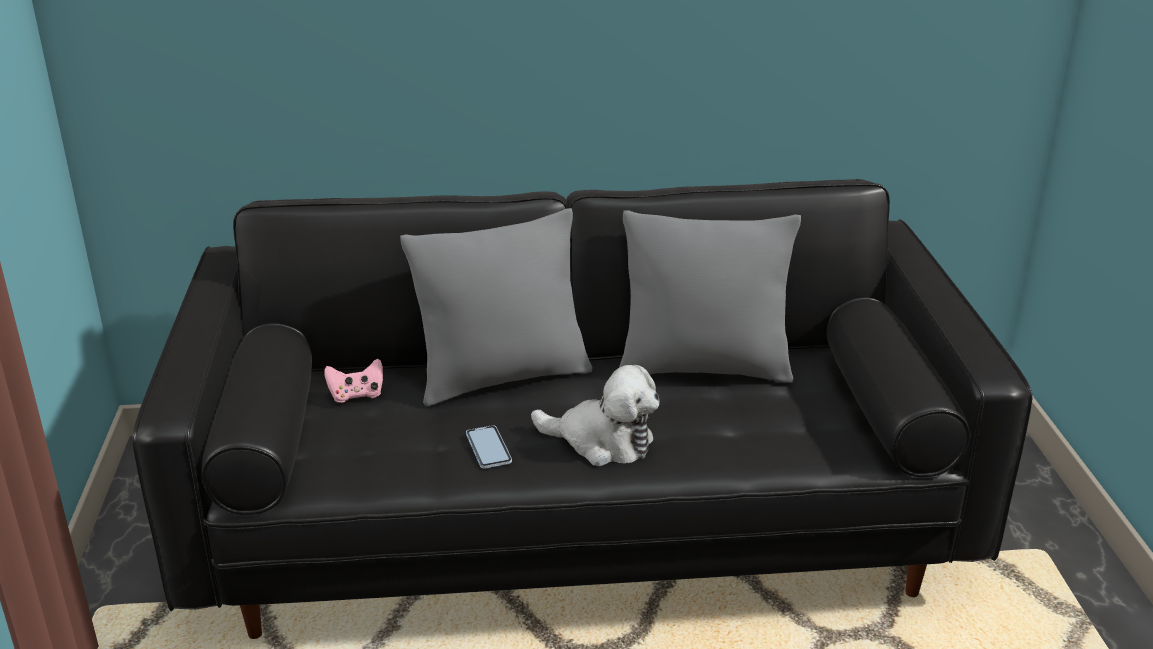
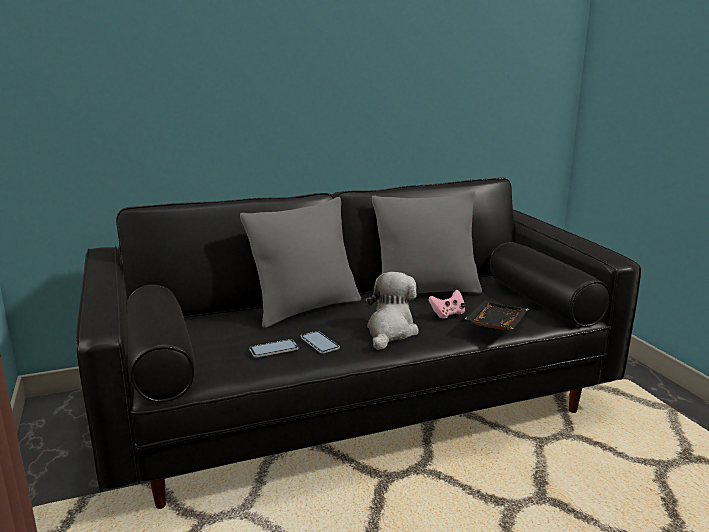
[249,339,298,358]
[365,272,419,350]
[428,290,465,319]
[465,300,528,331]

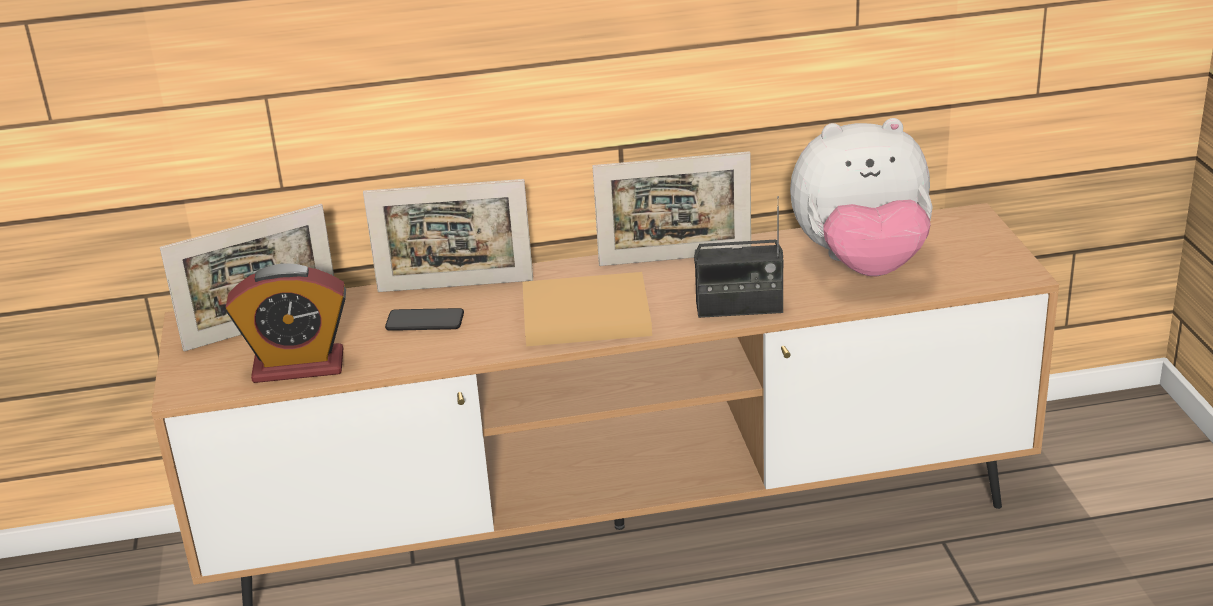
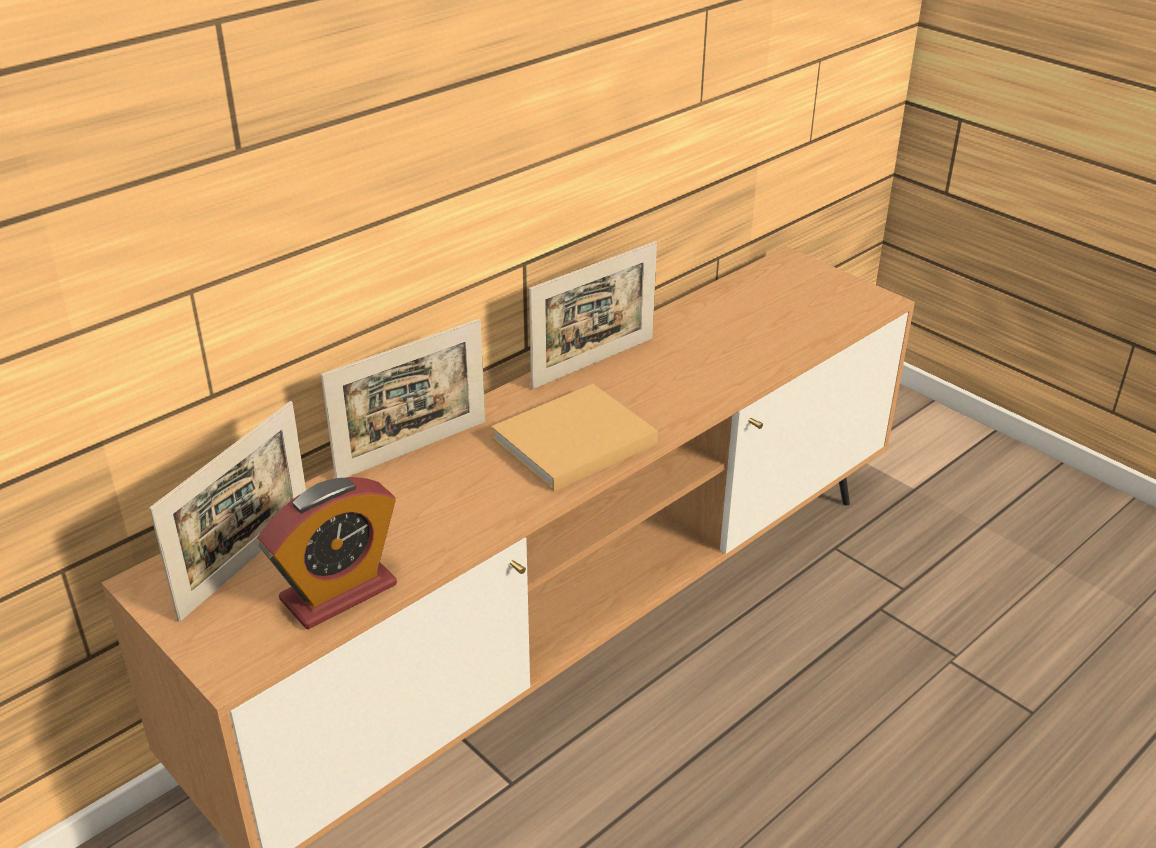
[385,308,464,331] (first image)
[694,196,783,318] (first image)
[790,118,933,276] (first image)

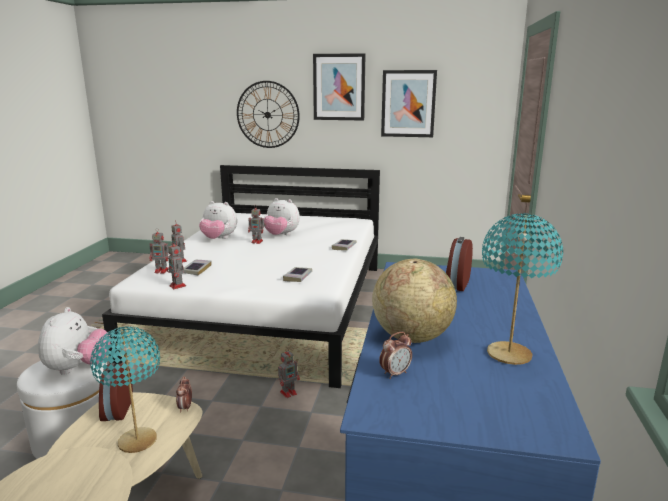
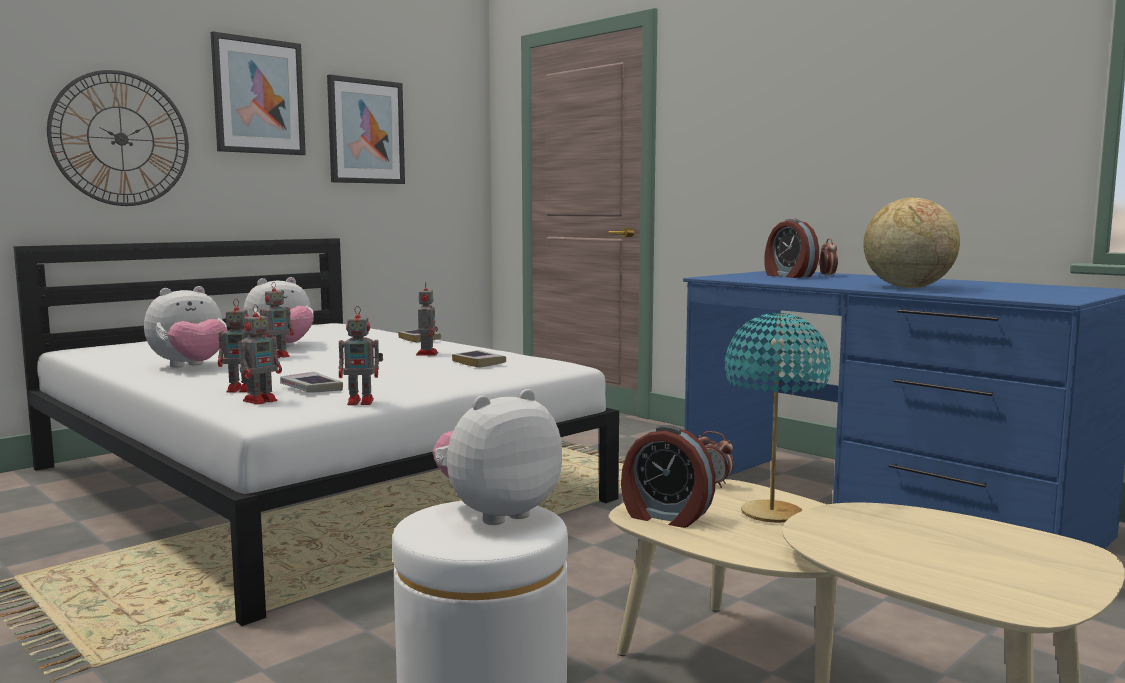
[416,282,438,356]
[433,389,562,525]
[820,238,838,277]
[482,213,563,365] (first image)

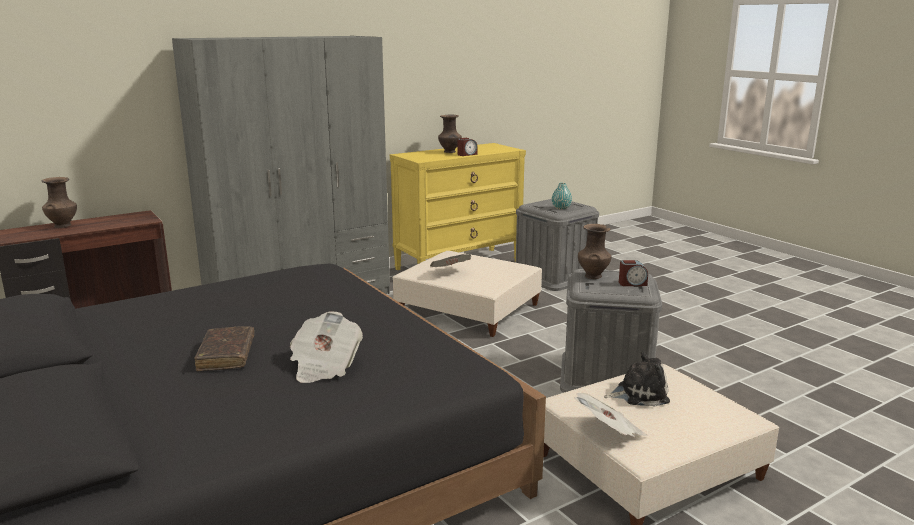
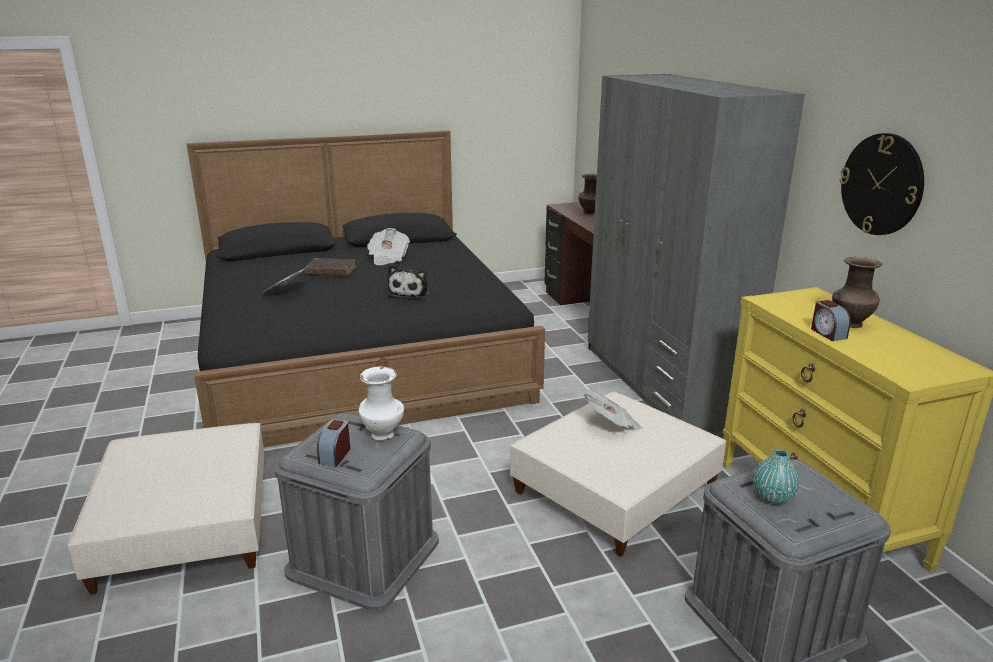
[359,366,404,441]
[367,228,410,265]
[388,264,429,299]
[840,133,924,235]

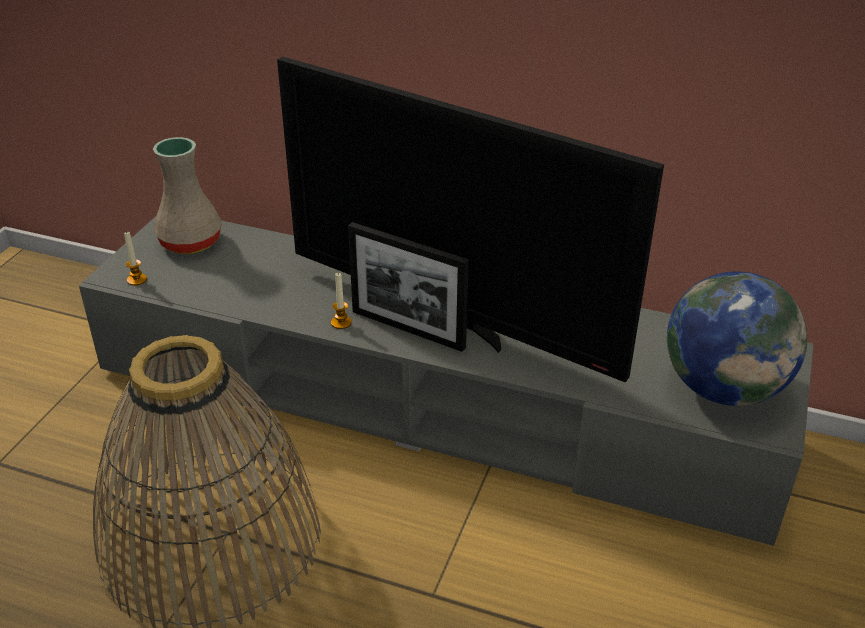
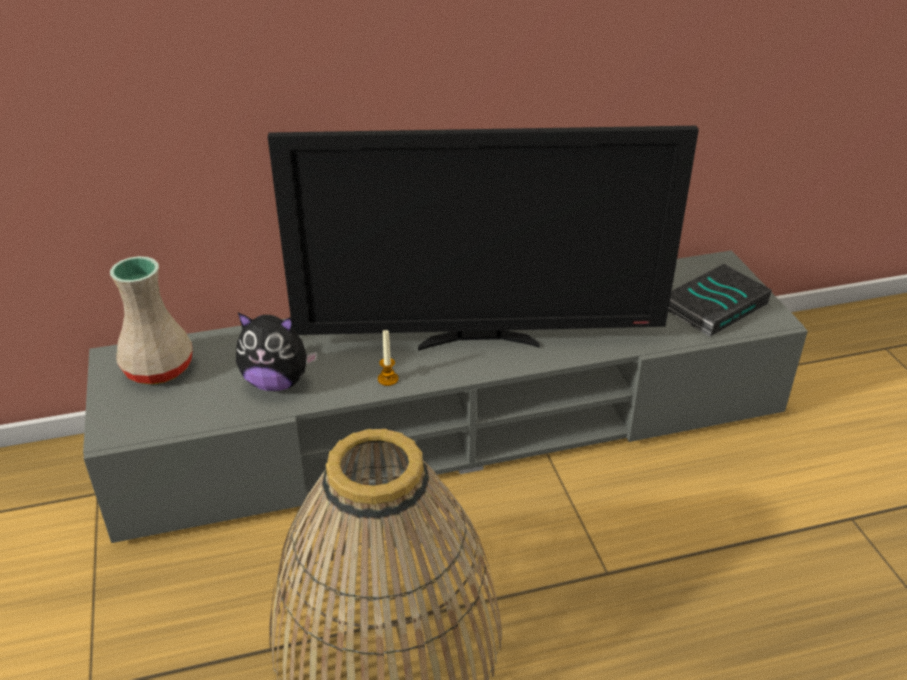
[236,313,318,391]
[668,264,772,337]
[124,231,147,286] (first image)
[348,222,469,352] (first image)

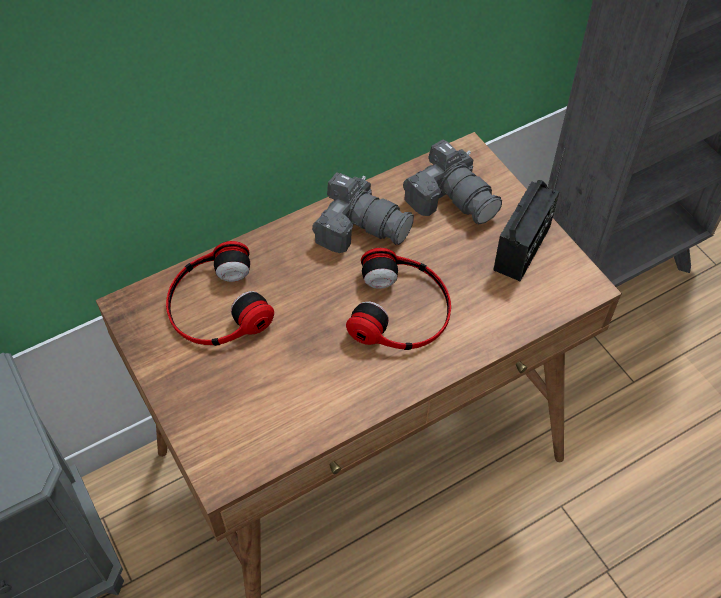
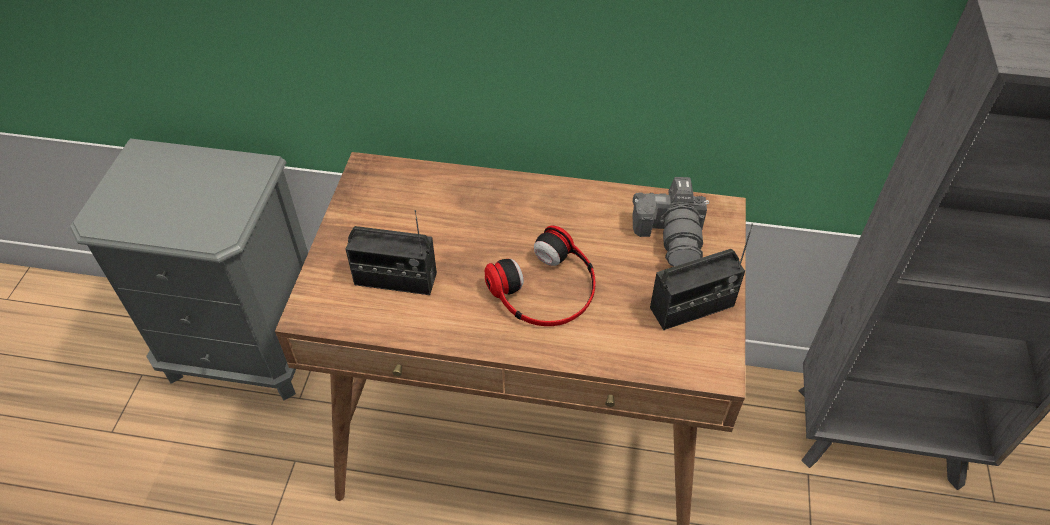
[346,210,437,295]
[166,241,274,346] (first image)
[312,173,414,253] (first image)

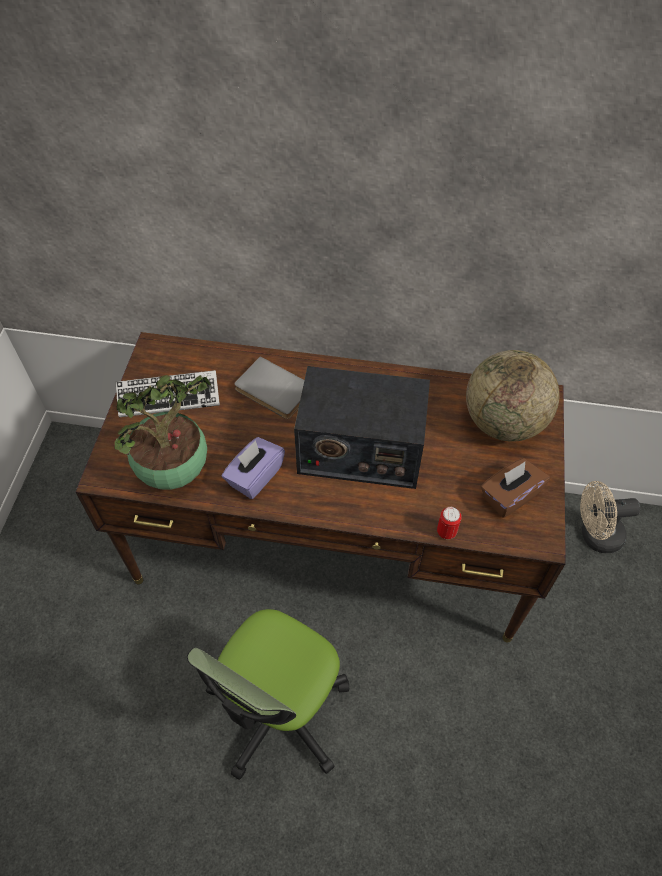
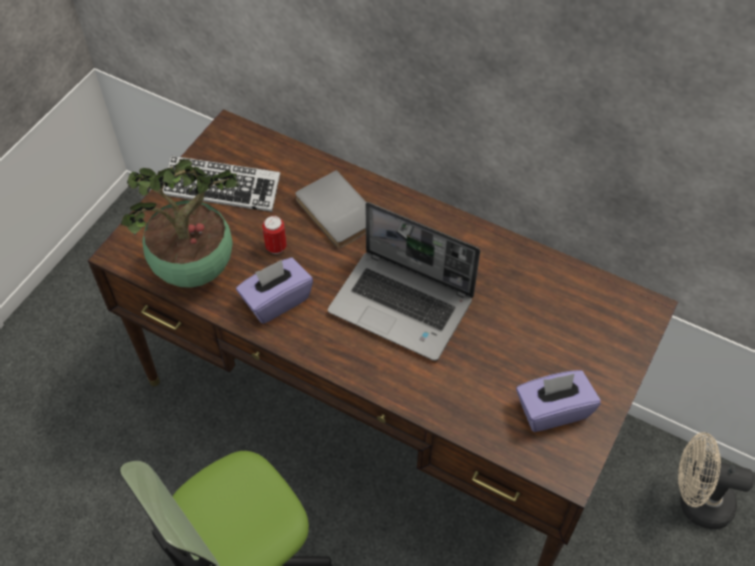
[262,216,287,254]
[328,202,480,361]
[516,370,601,432]
[466,350,560,442] (first image)

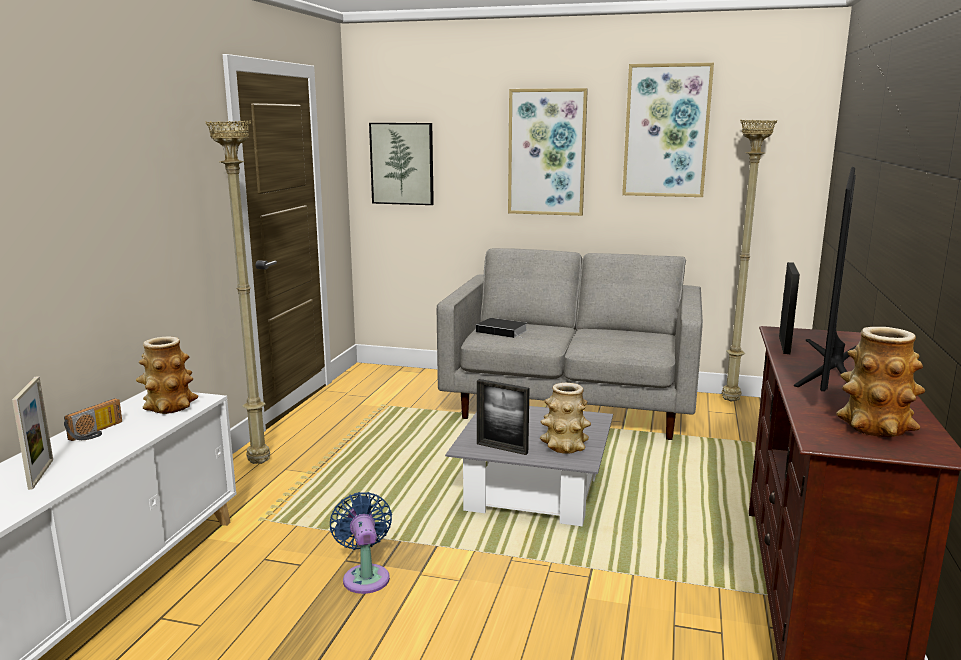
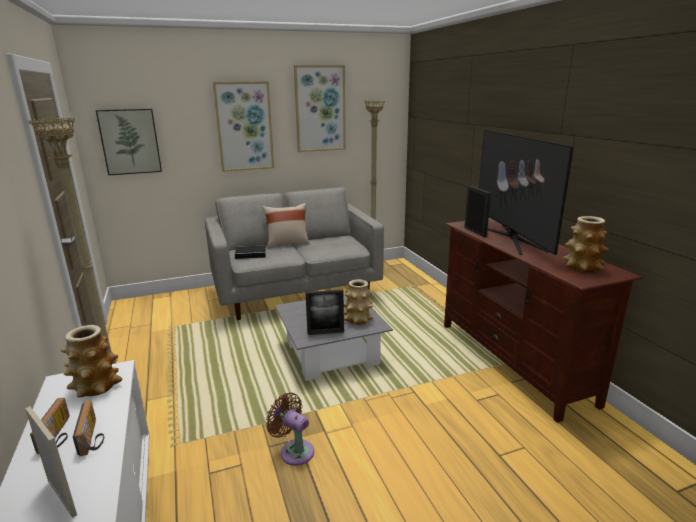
[73,400,104,456]
[262,203,309,248]
[266,393,314,466]

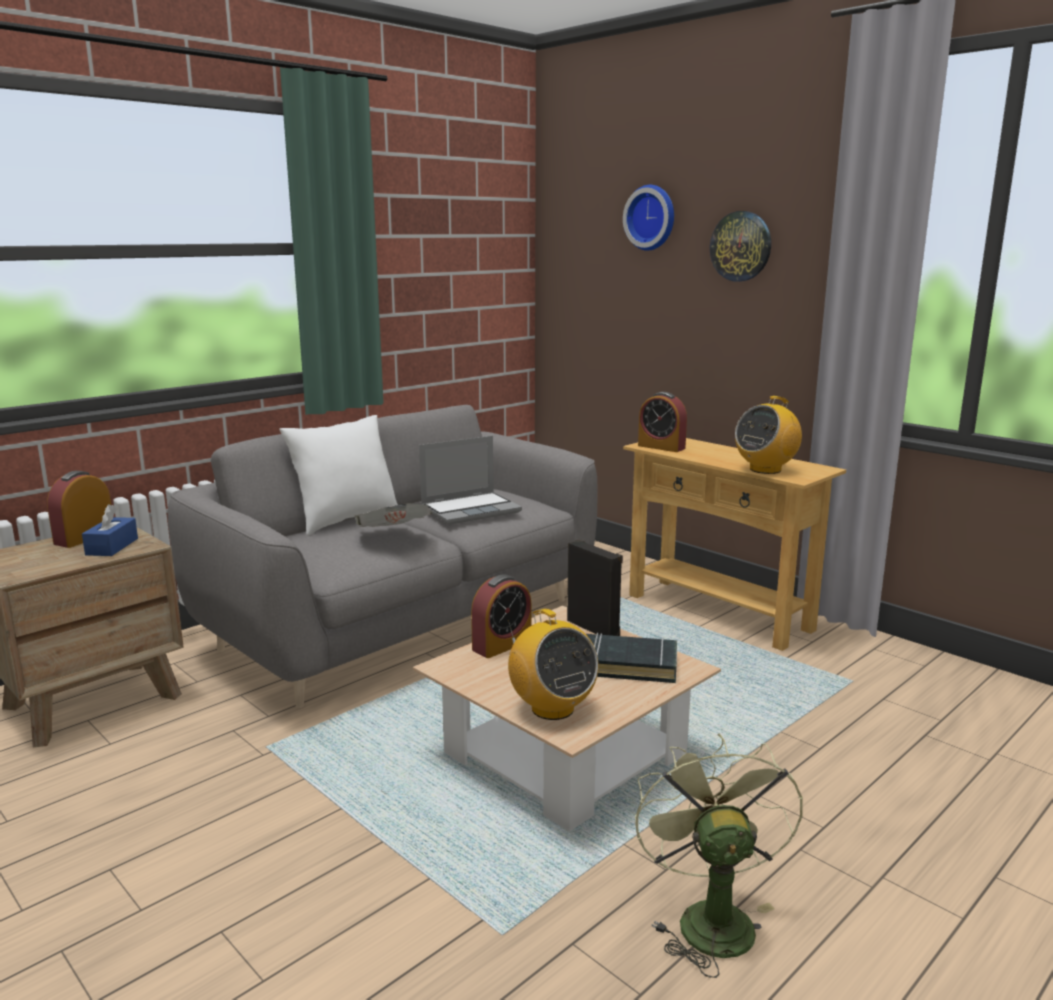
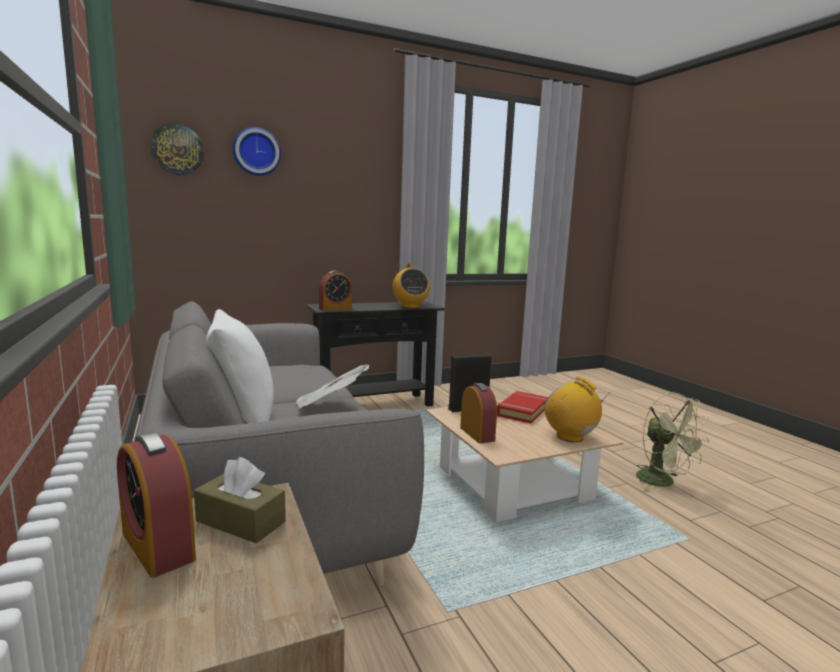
[150,123,204,175]
[194,457,286,544]
[306,301,445,407]
[497,391,548,424]
[544,377,610,442]
[636,392,709,491]
[419,436,522,525] (first image)

